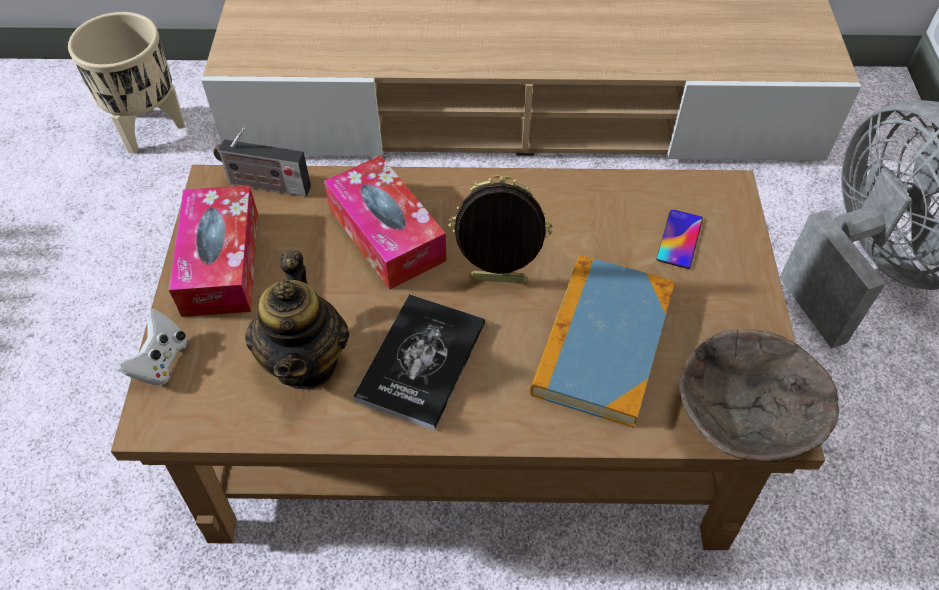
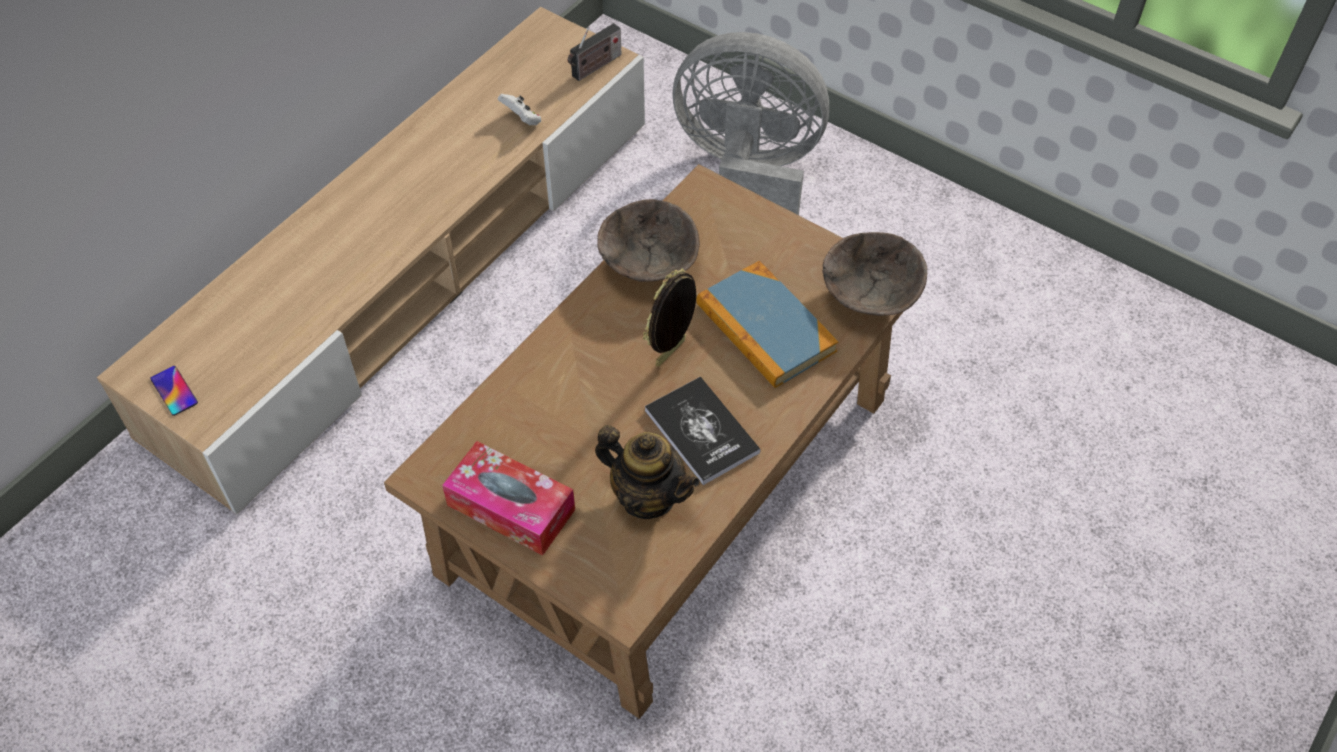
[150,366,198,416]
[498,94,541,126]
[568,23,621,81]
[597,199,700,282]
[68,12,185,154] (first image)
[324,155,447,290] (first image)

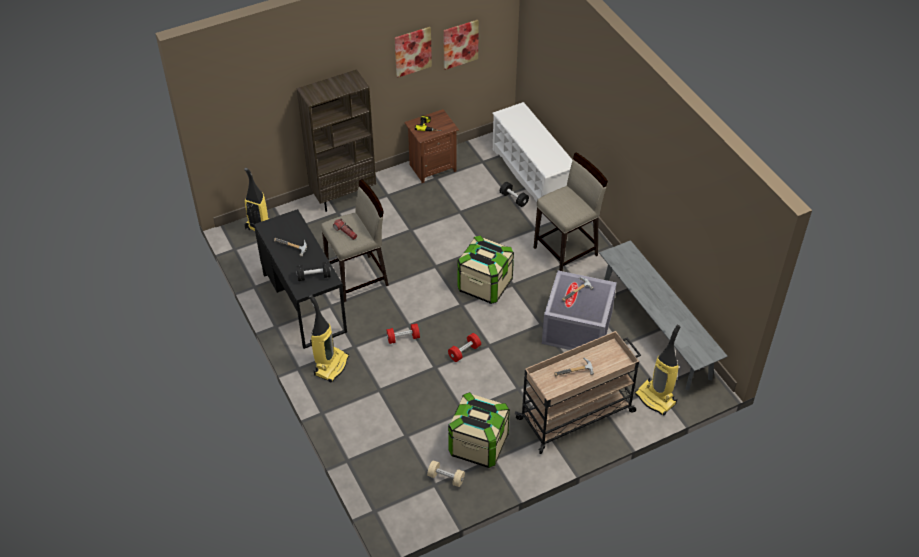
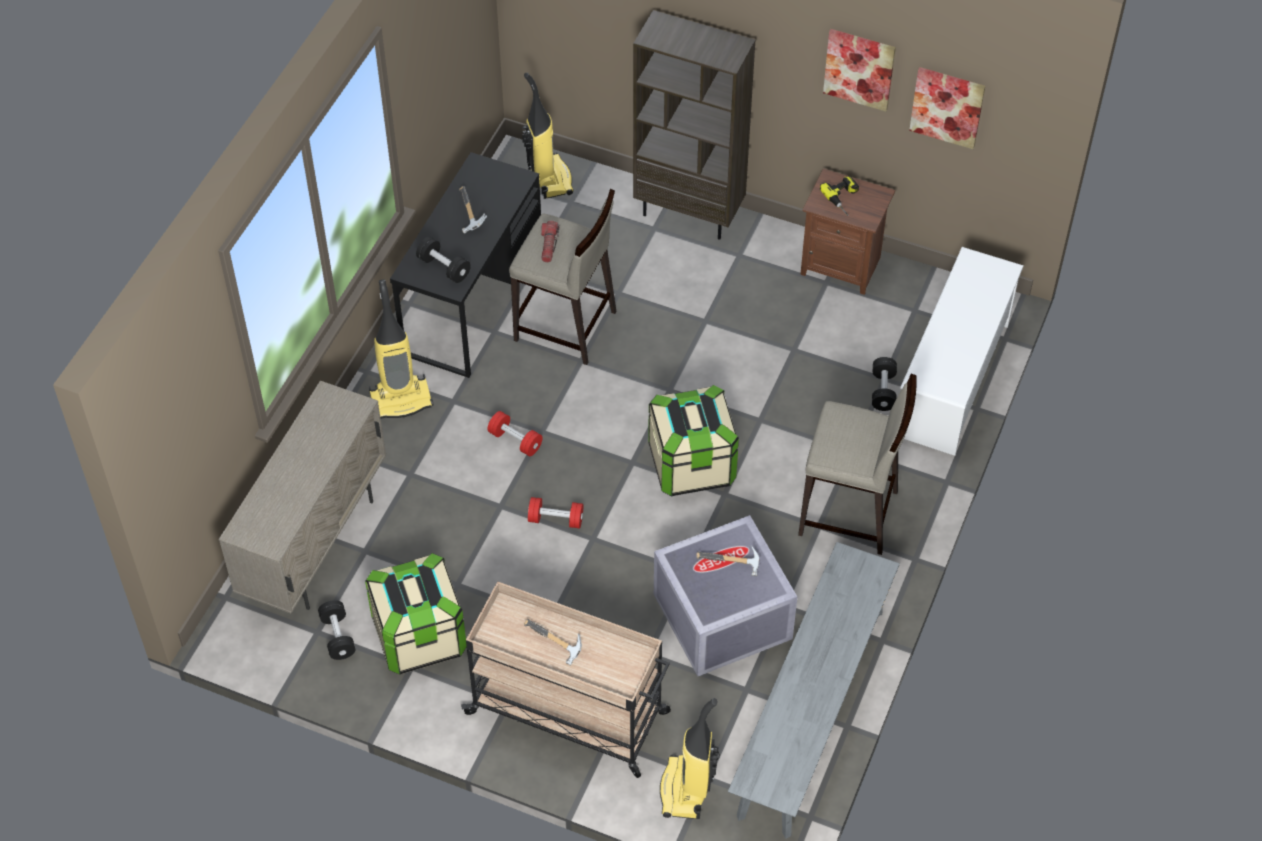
[219,381,386,613]
[318,600,356,660]

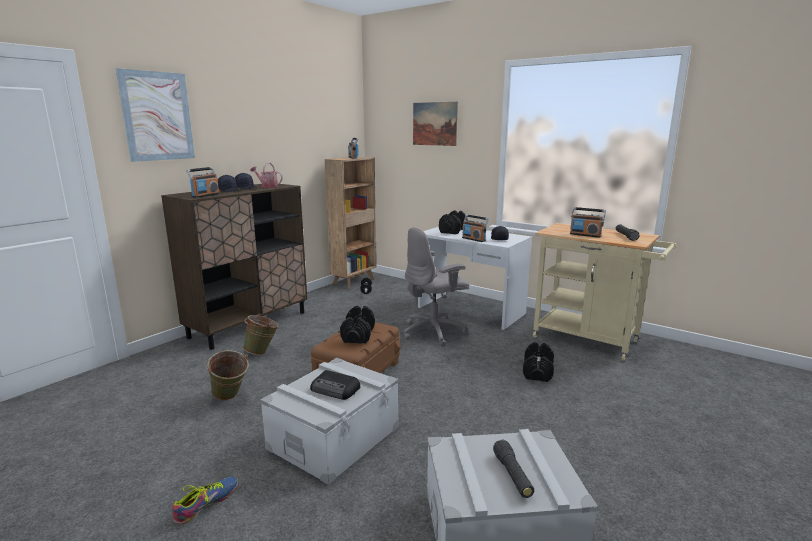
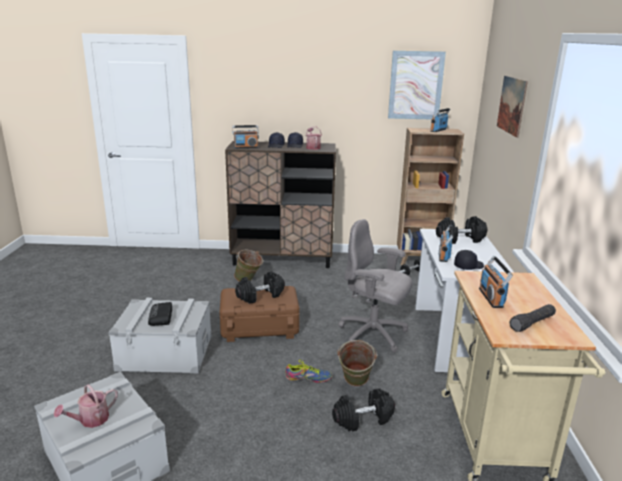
[54,384,118,428]
[286,360,332,382]
[337,340,377,386]
[388,51,446,119]

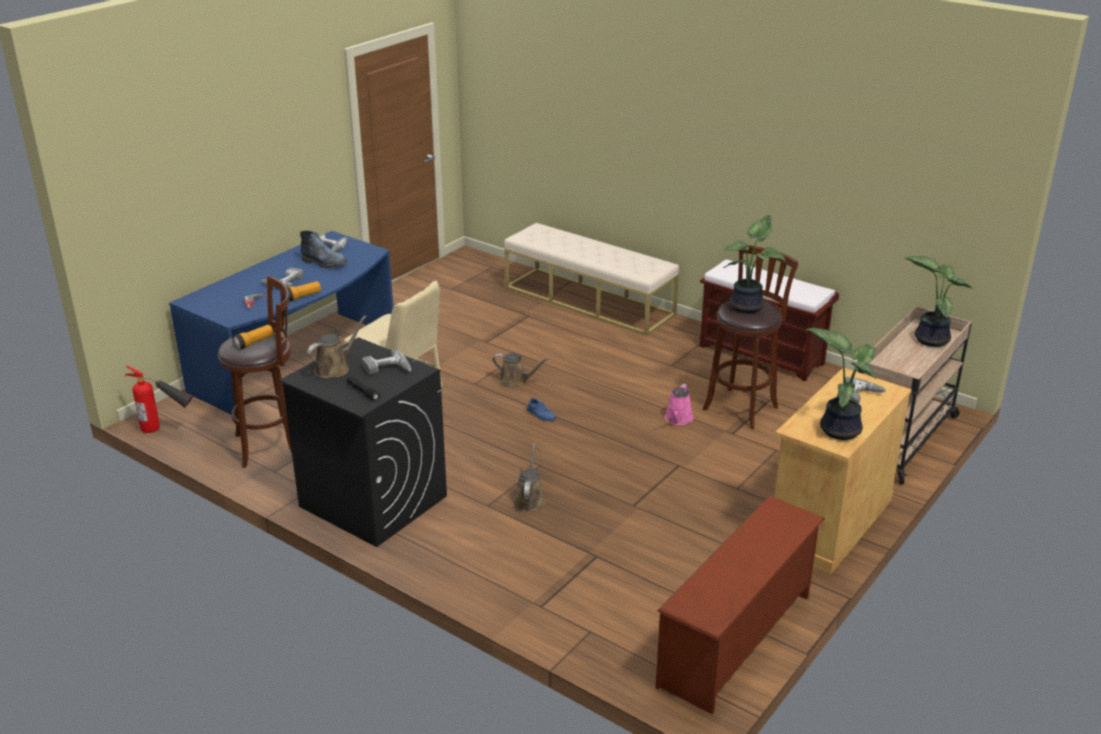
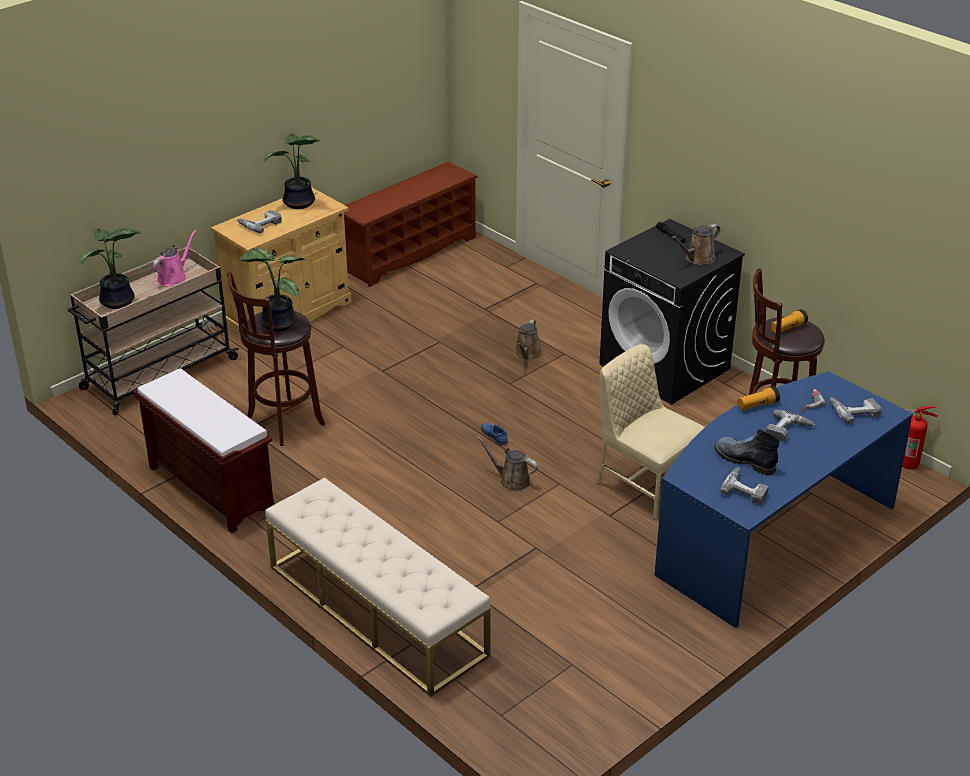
[152,229,197,287]
[830,397,882,424]

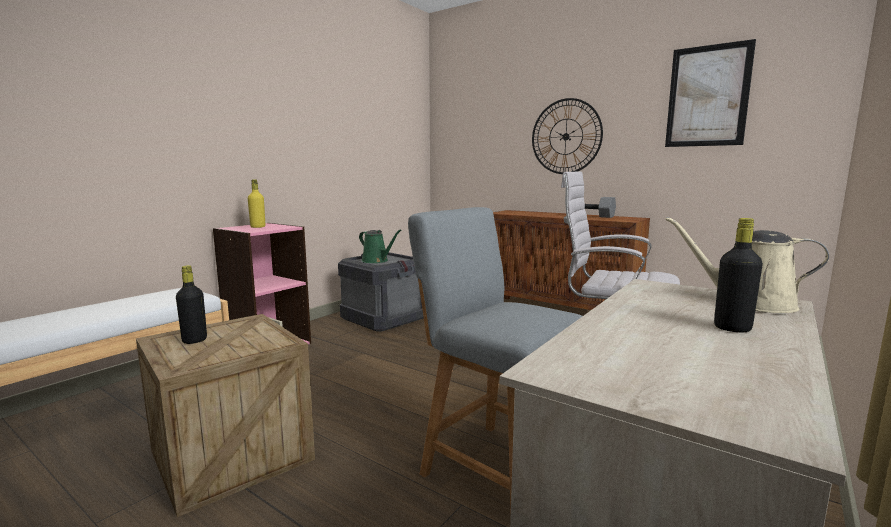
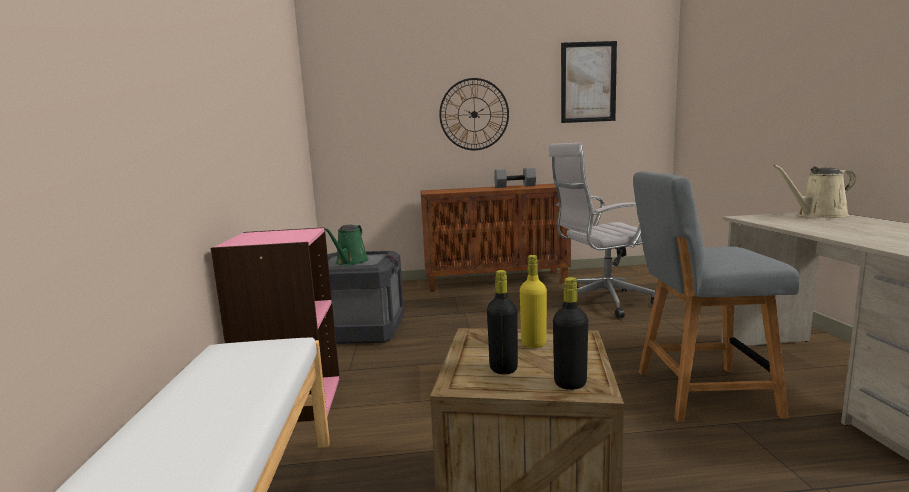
[325,225,369,265]
[520,255,547,348]
[553,277,588,390]

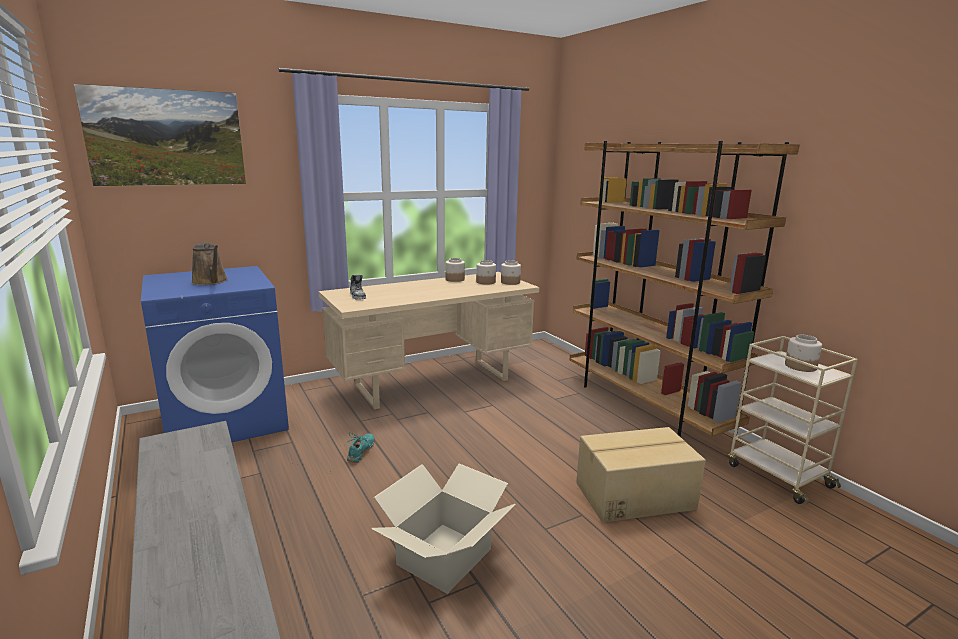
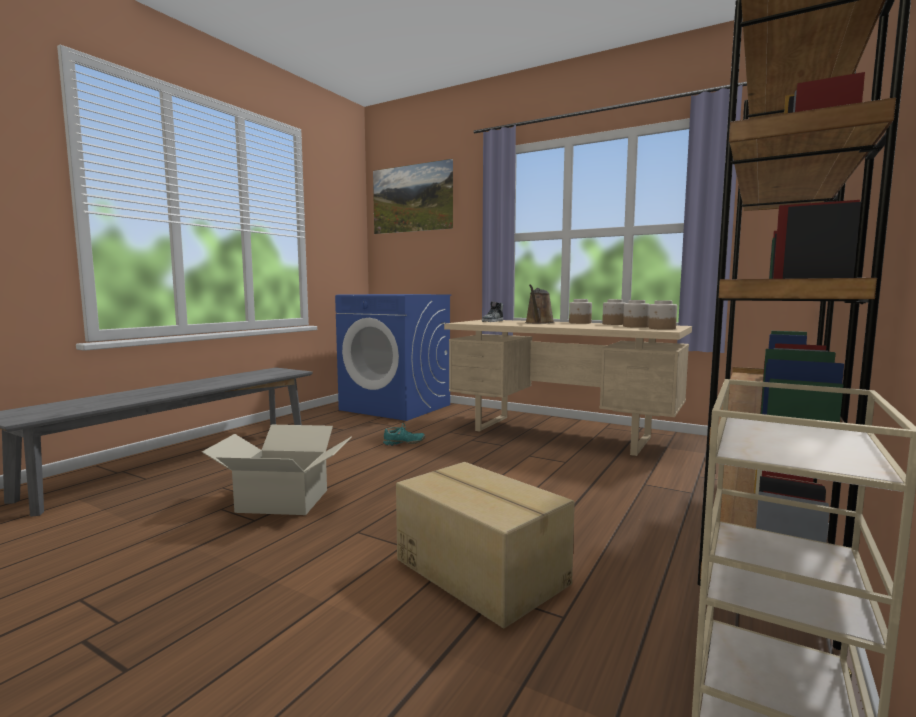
[525,284,555,324]
[569,299,592,324]

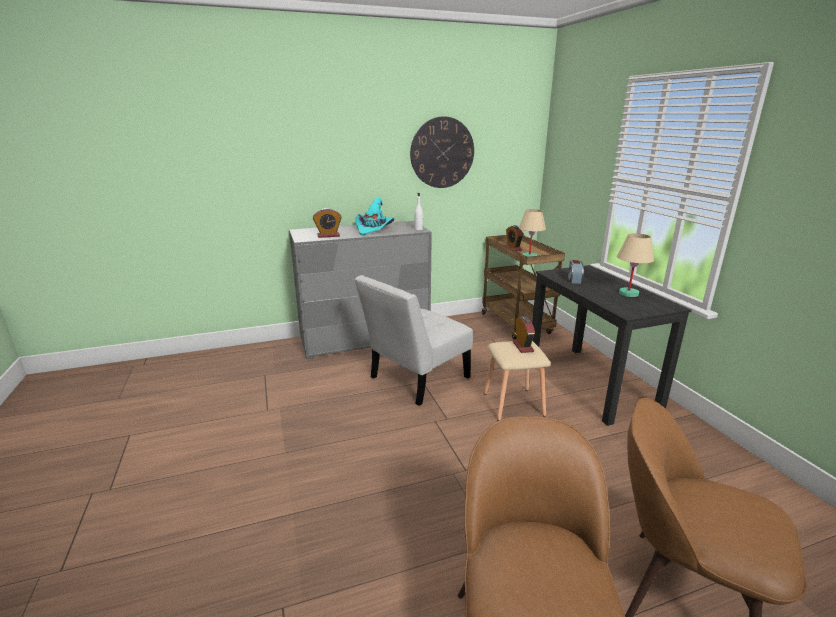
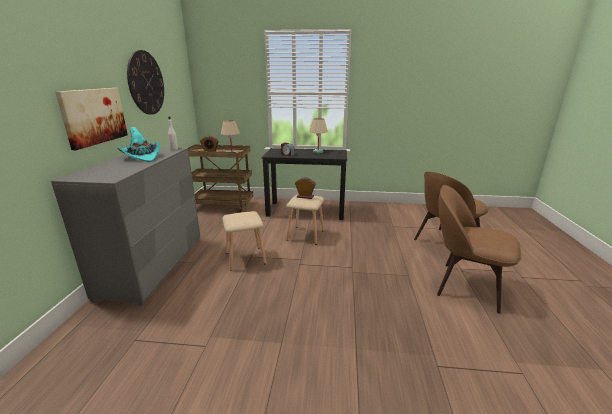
[55,88,128,150]
[222,211,267,271]
[313,208,342,238] (first image)

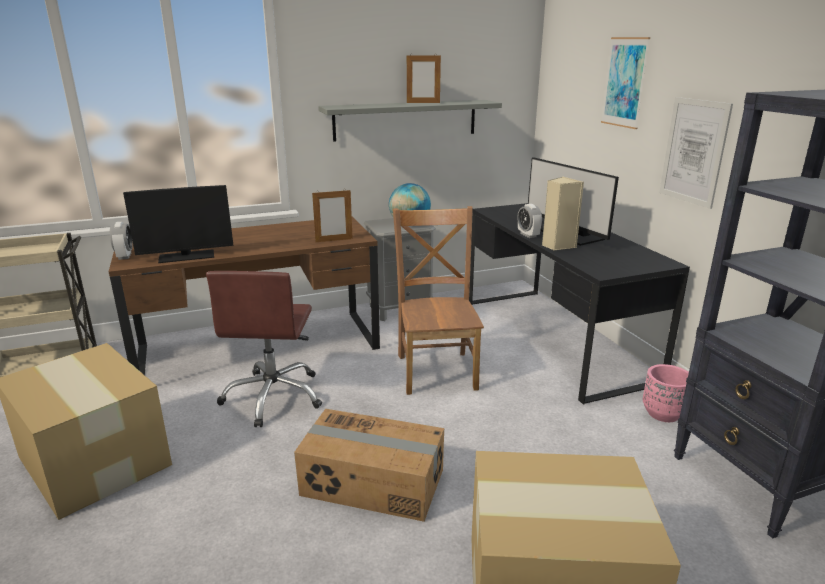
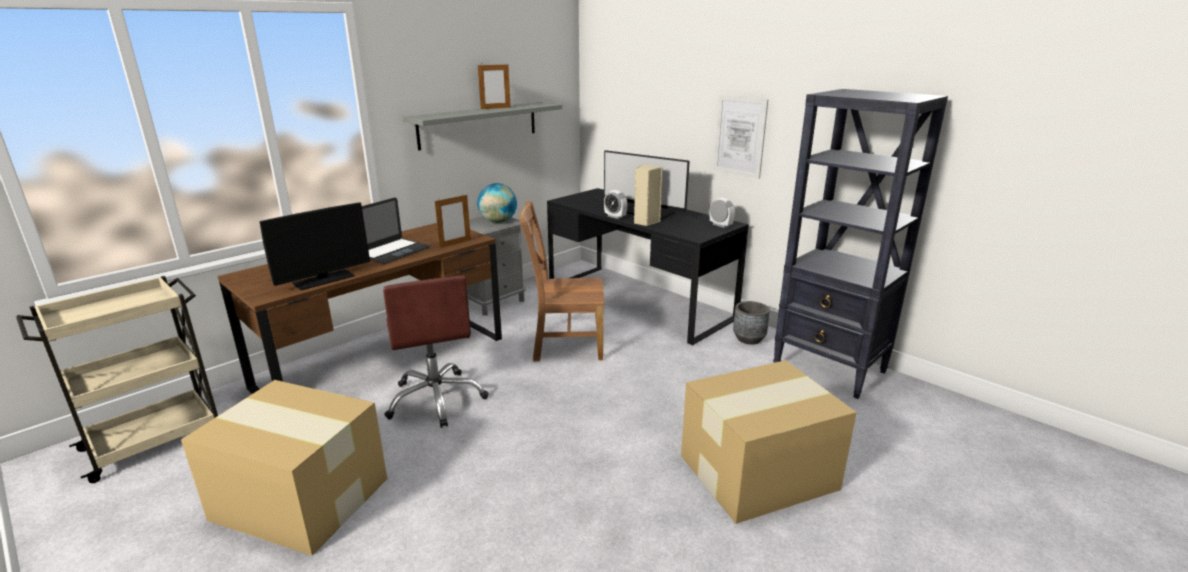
[362,198,430,264]
[520,201,604,362]
[710,197,735,228]
[733,301,770,345]
[294,409,444,522] (first image)
[601,37,650,129] (first image)

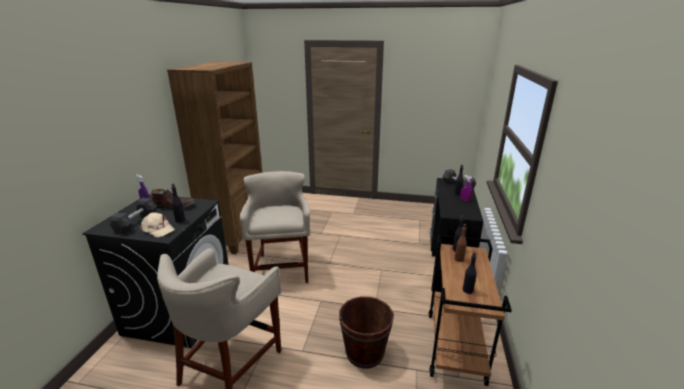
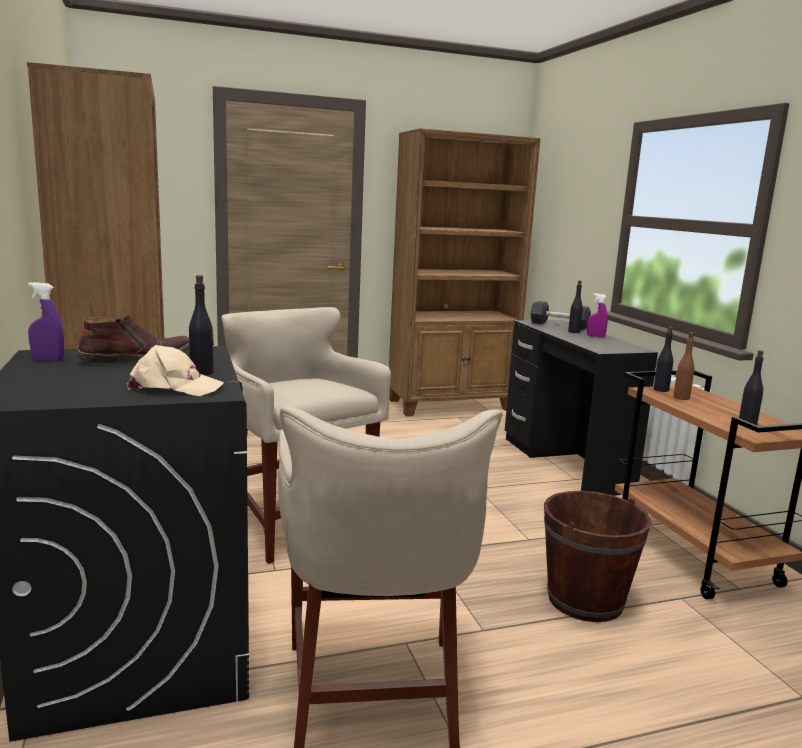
[389,128,541,416]
[109,198,157,234] (first image)

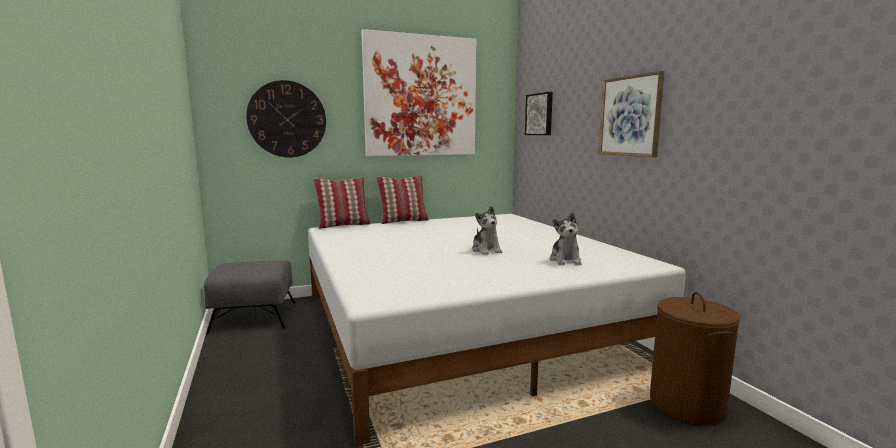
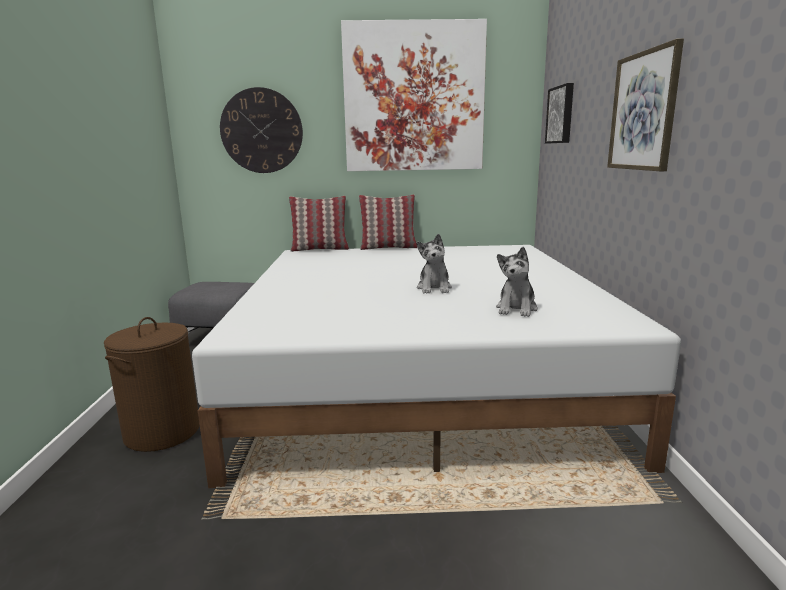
[104,317,200,452]

